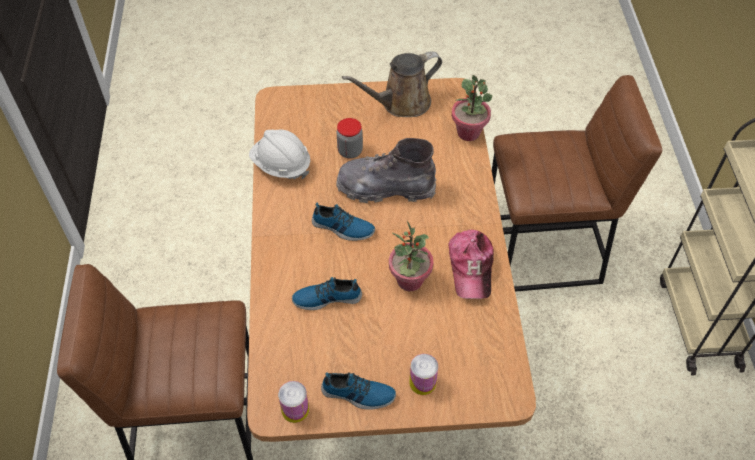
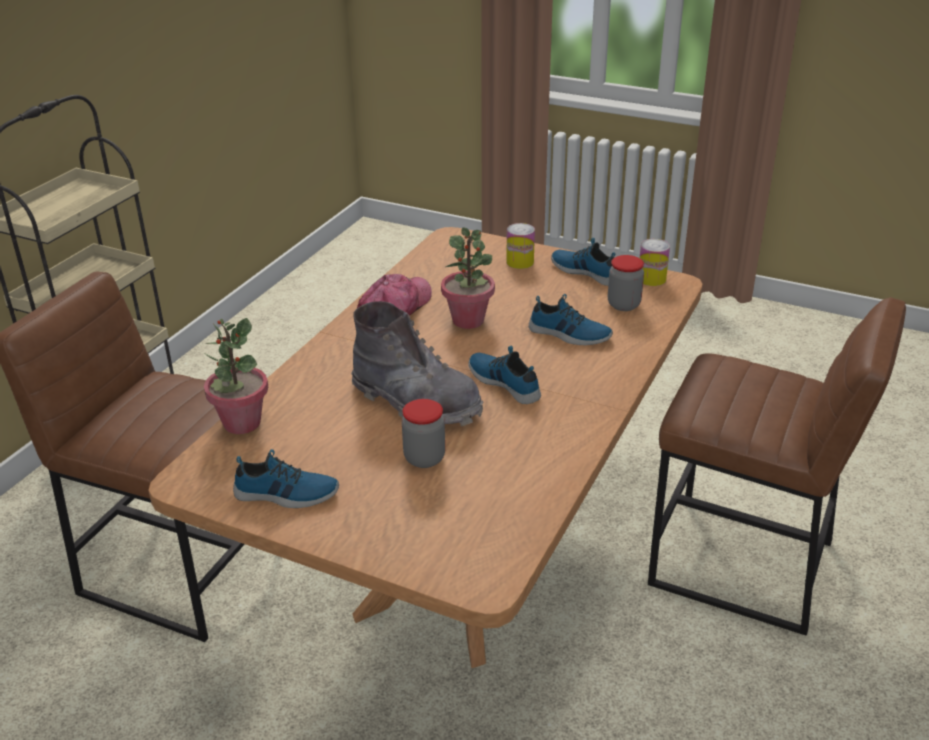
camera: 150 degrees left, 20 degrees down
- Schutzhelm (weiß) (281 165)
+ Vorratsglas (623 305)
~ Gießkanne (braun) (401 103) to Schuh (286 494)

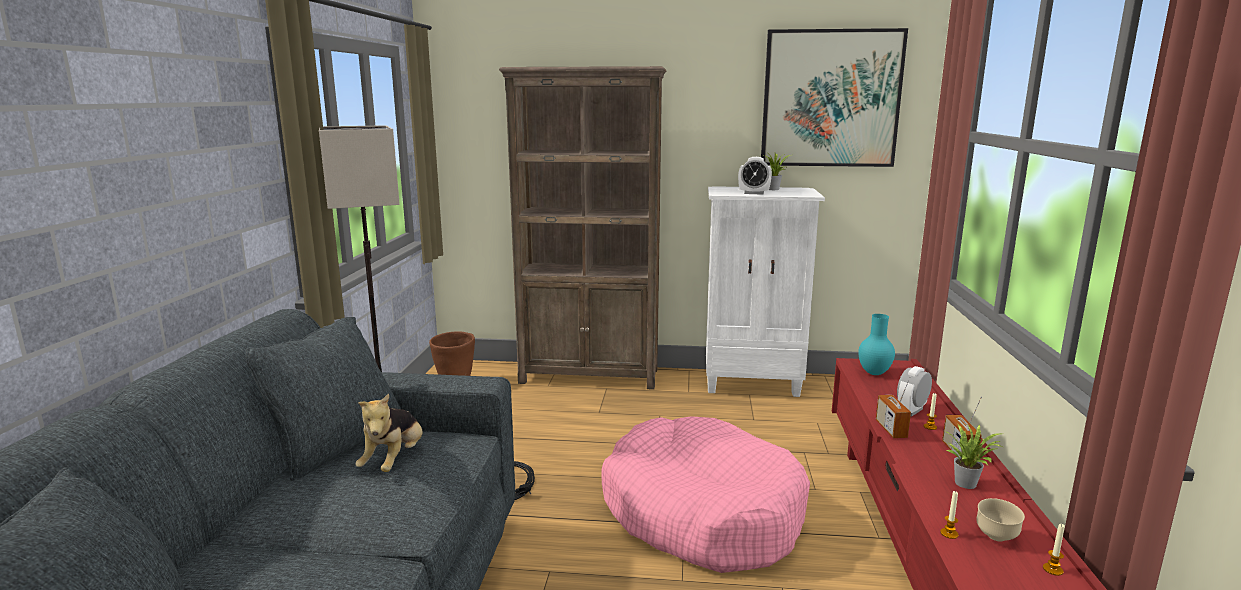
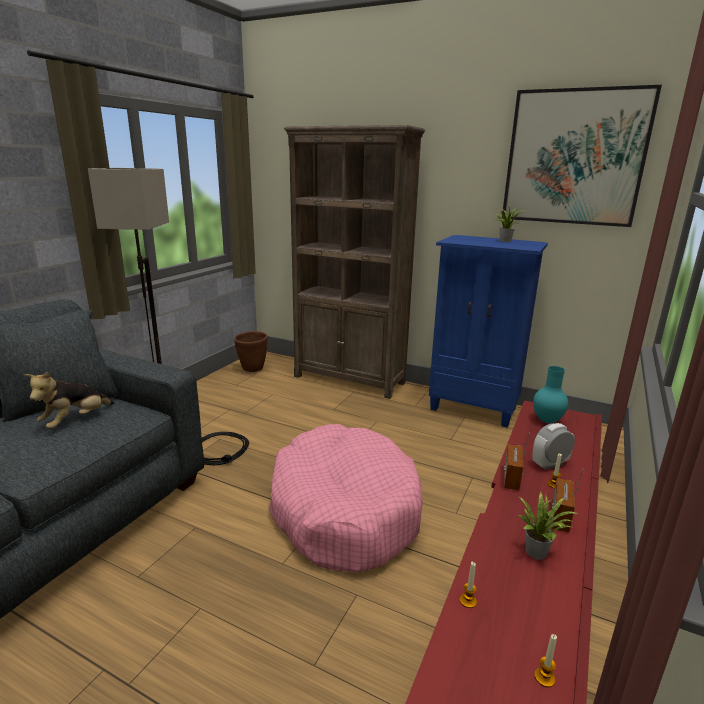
camera: 20 degrees right, 5 degrees up
- Wecker (754 193)
- Schüssel (beige) (996 538)
~ Schrank (weiß) (752 385) to Schrank (blau) (473 410)

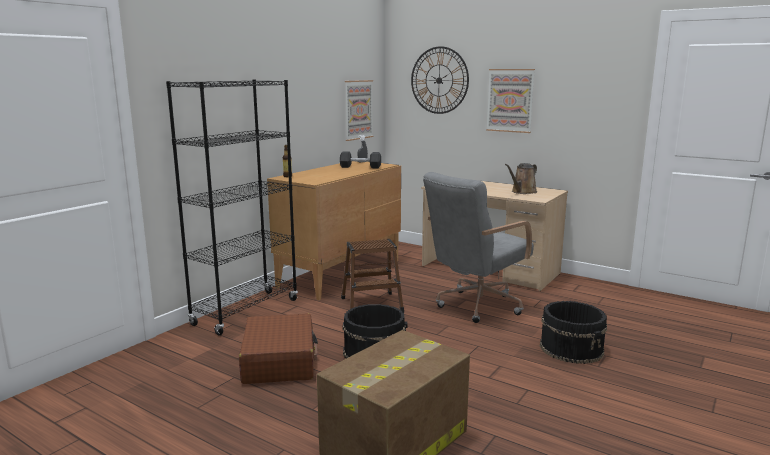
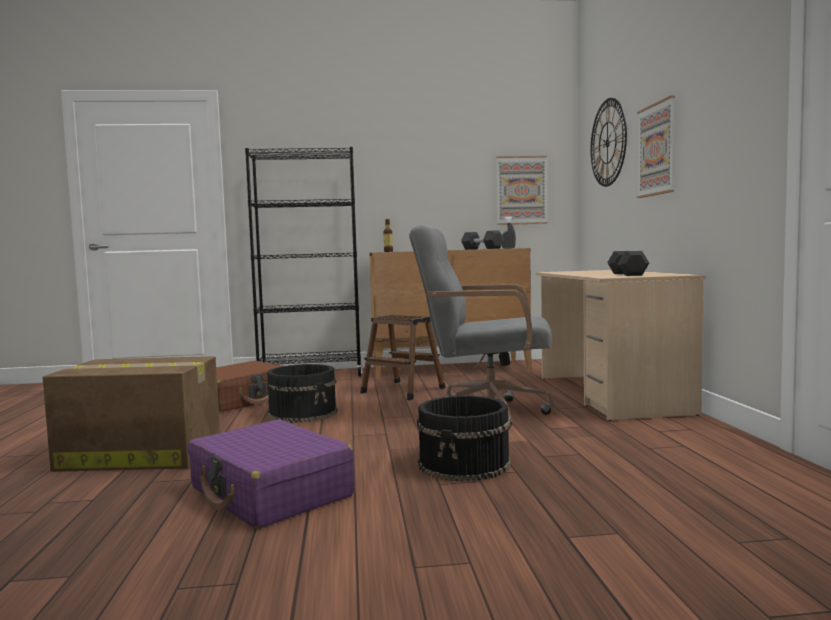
camera: 50 degrees right, 10 degrees down
+ Koffer (lila) (271 492)
~ Gießkanne (braun) (522 192) to Hantel (schwarz) (627 274)

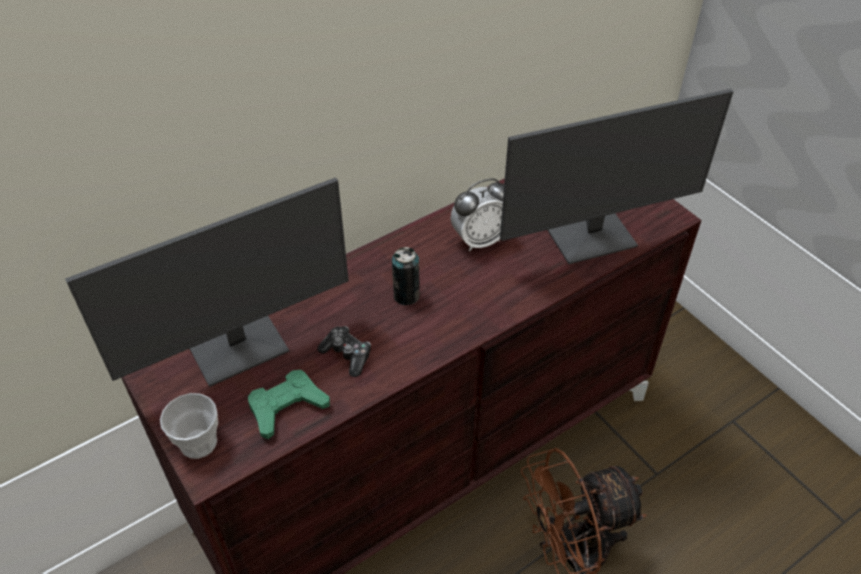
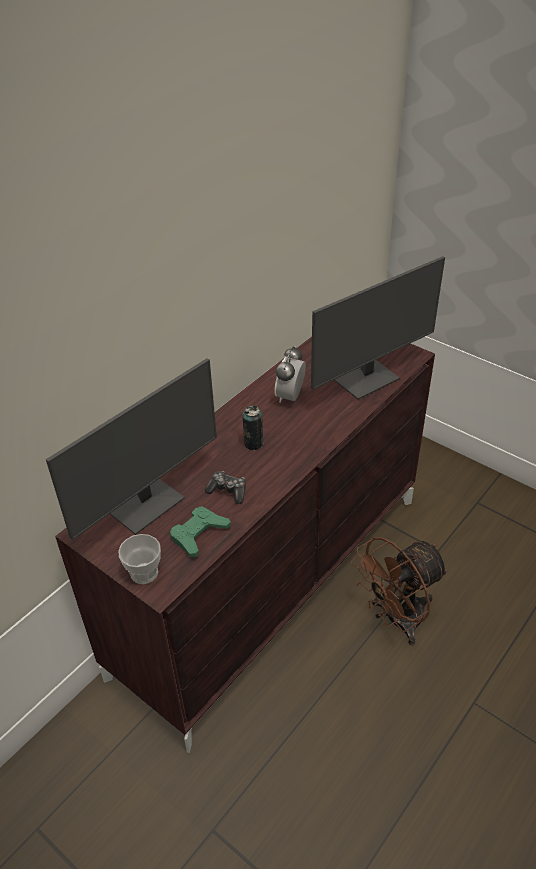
camera: 15 degrees left, 5 degrees down
~ Wecker (479 240) = (290 396) 150 degrees clockwise

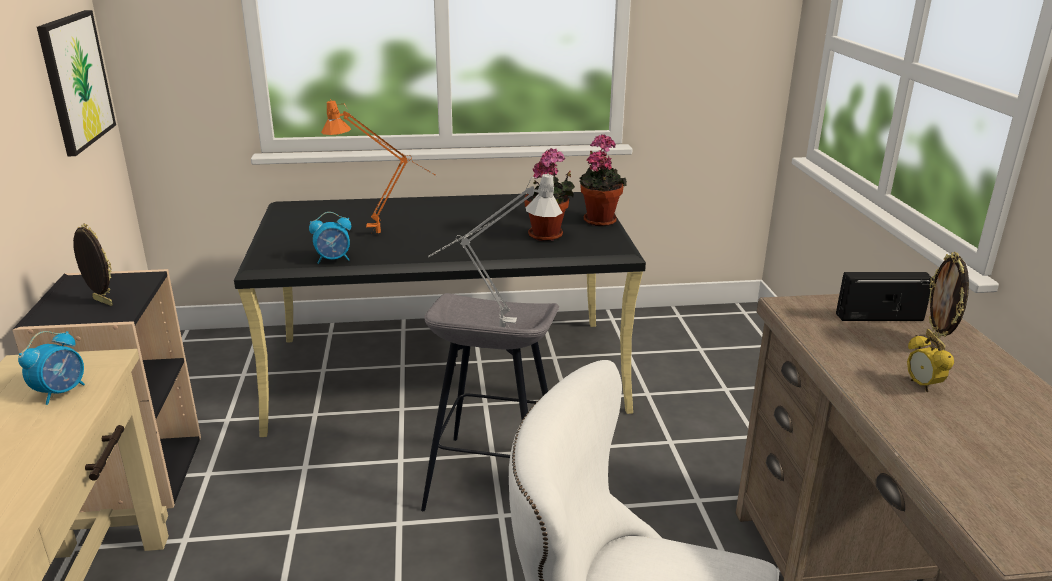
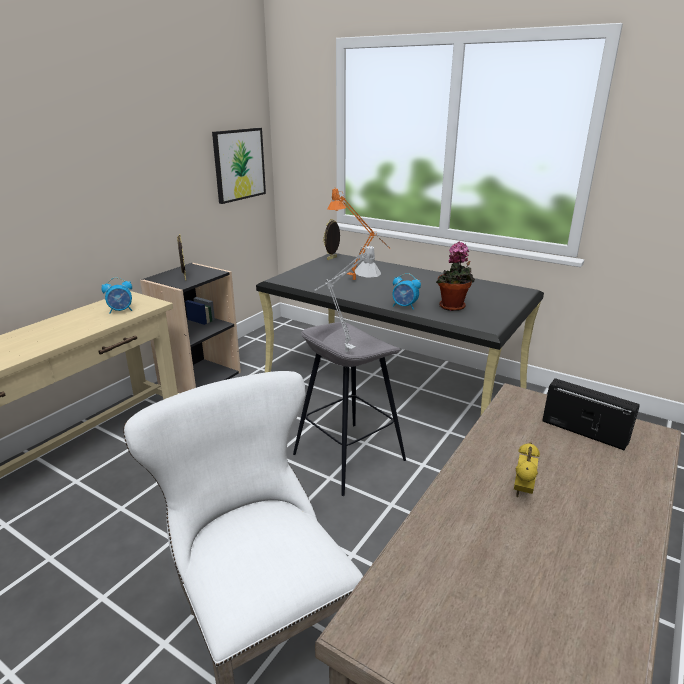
camera: 40 degrees right, 0 degrees up
- Topfpflanze (599 220)
~ Wecker (333 260) to (404 306)
~ Bilderrahmen (936 343) to (332 258)

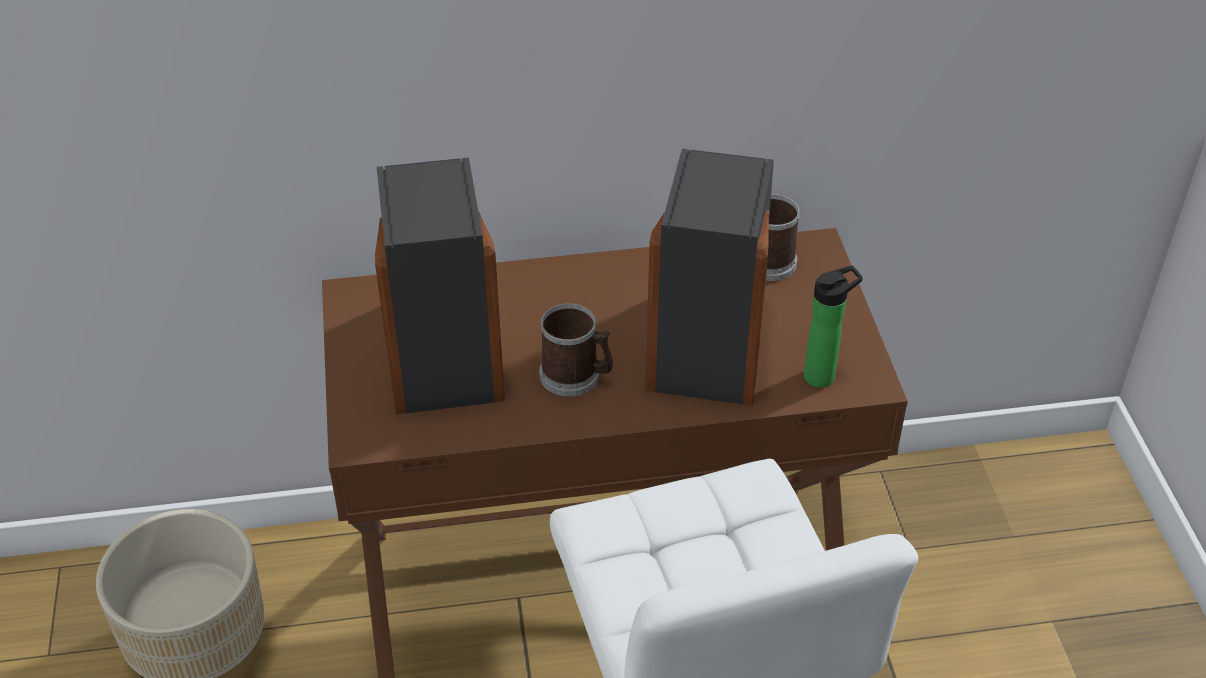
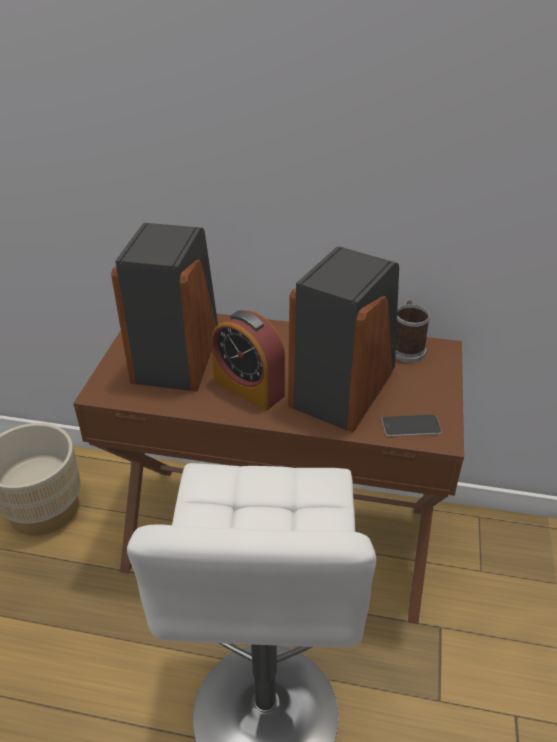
camera: 20 degrees right, 5 degrees down
~ Henkelbecher (576 376) to Wecker (249 388)
~ Flasche (823 375) to Handy (411 426)

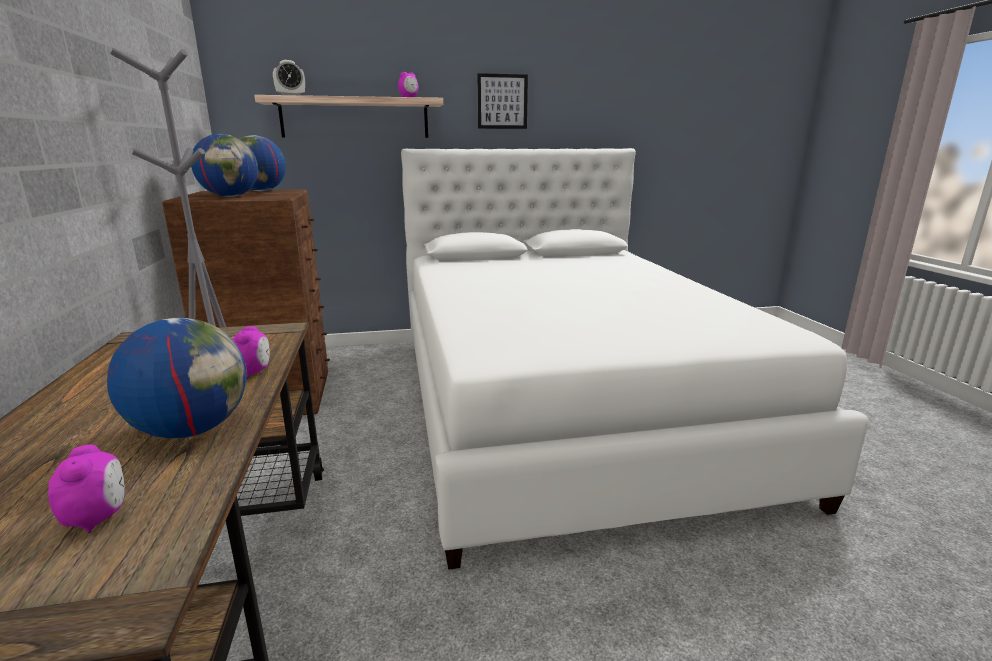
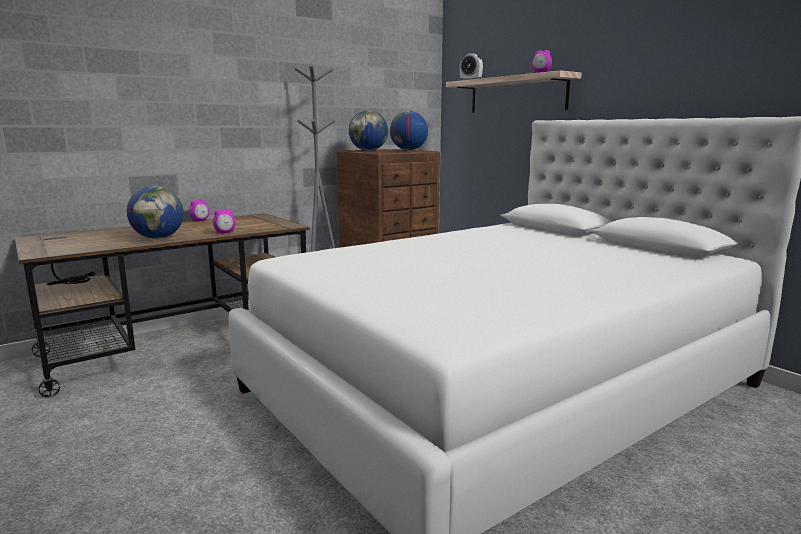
camera: 65 degrees right, 5 degrees down
- Bild (502 101)
~ Wecker (98 518) to (200 221)

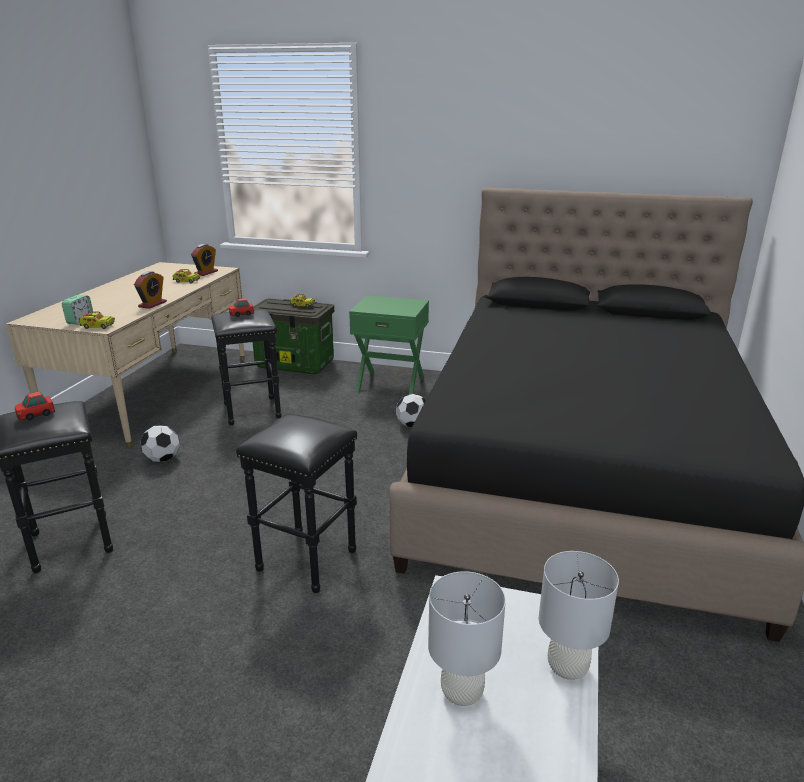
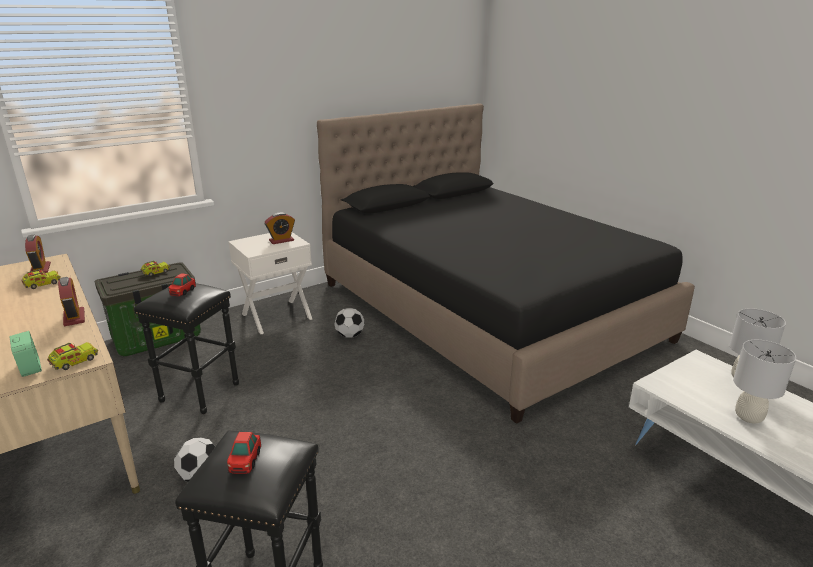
camera: 50 degrees left, 0 degrees up
- Hocker (schwarz) (309 559)
+ Wecker (281 240)
~ Nachttisch (grün) (391 384) to Nachttisch (weiß) (276 316)

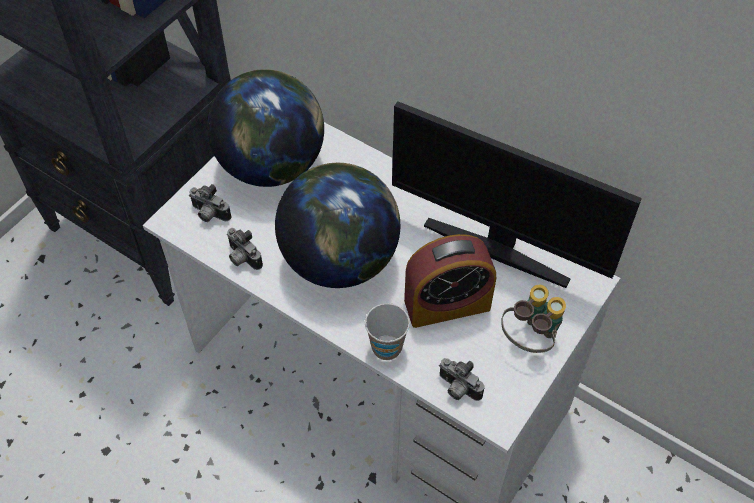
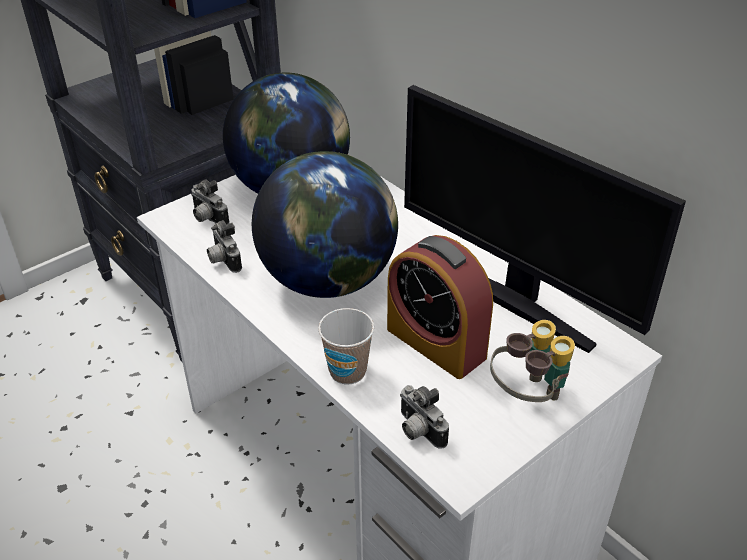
camera: 15 degrees right, 15 degrees down
~ Wecker (447 304) = (436 343) 45 degrees clockwise

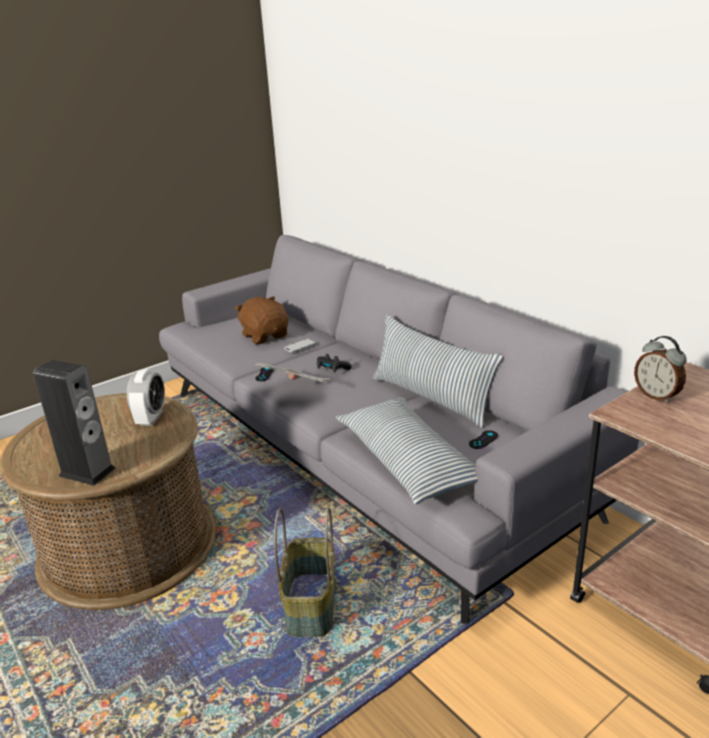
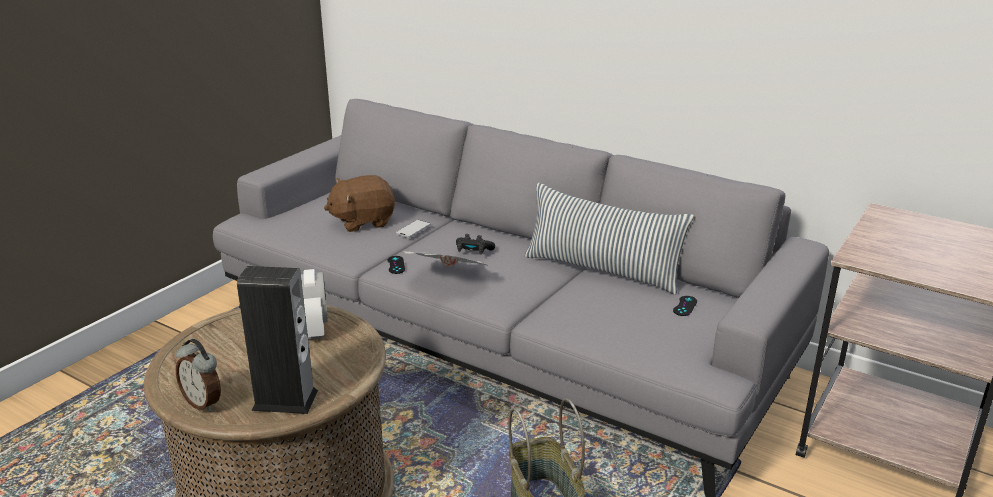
camera: 20 degrees left, 0 degrees up
- Kissen (408 461)
~ Wecker (656 396) to (203 402)
~ Plüschtier (braun) (265 336) = (362 221) 60 degrees counterclockwise

